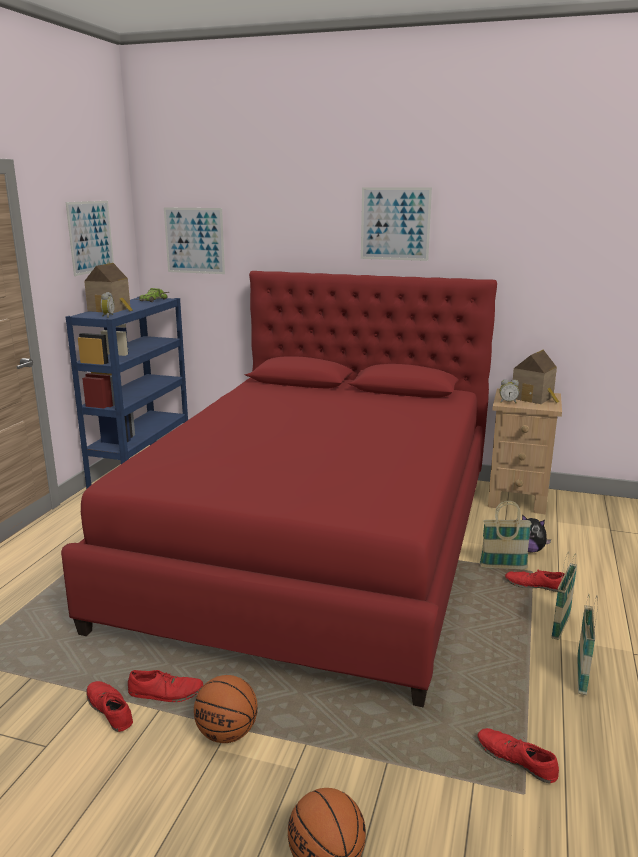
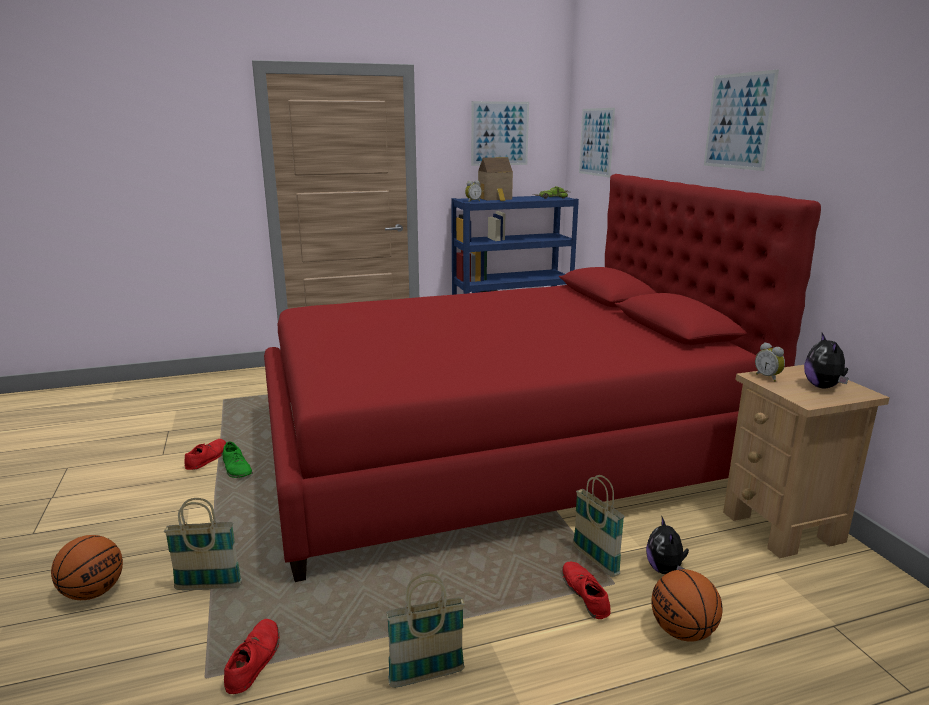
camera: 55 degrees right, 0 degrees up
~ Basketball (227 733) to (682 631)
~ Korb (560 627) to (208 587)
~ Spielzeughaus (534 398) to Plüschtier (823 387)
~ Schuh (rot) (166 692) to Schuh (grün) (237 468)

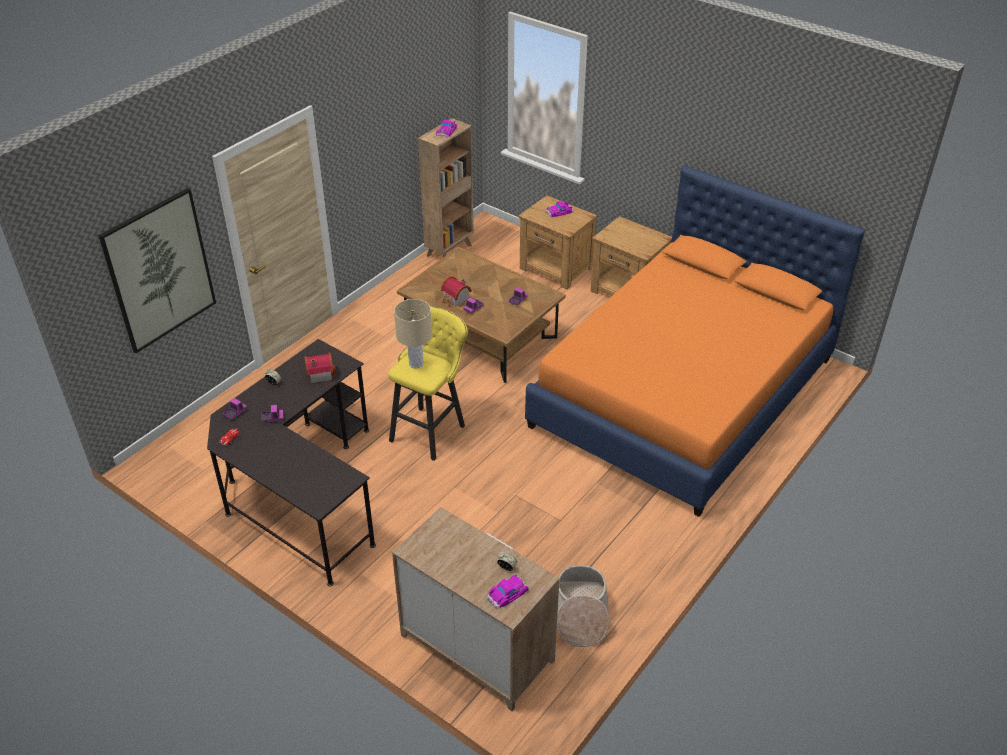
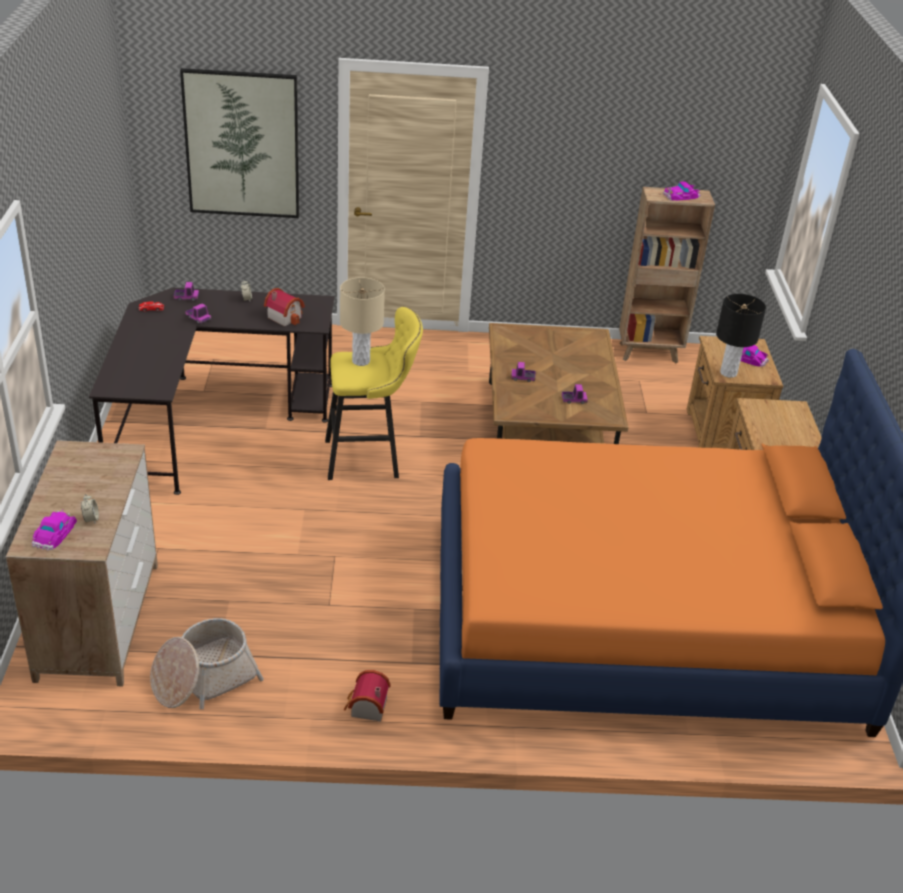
camera: 50 degrees right, 5 degrees down
+ Tischlampe (schwarz) (728 373)
~ Spielzeughaus (455 299) to (366 708)
~ Spielzeugauto (507 593) = (54 533) 90 degrees counterclockwise

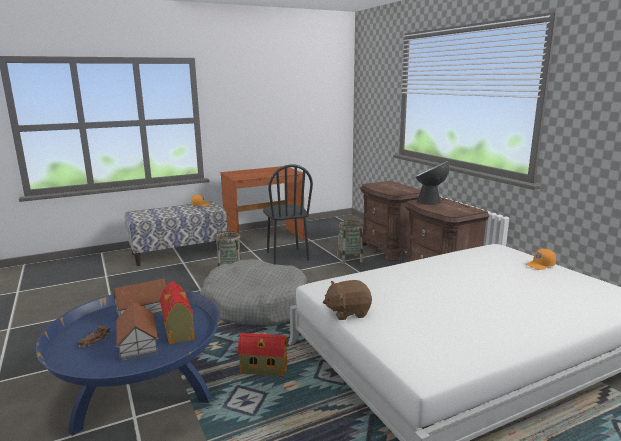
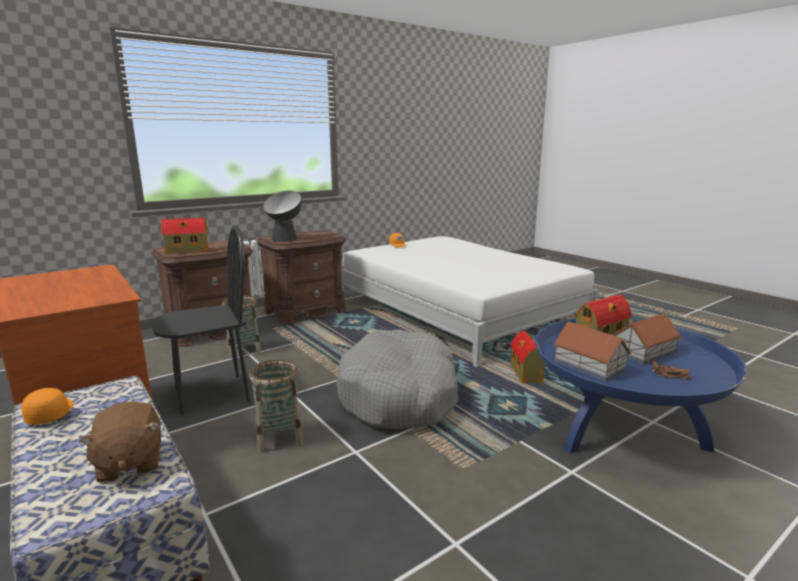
camera: 100 degrees left, 0 degrees up
+ Spielzeughaus (186 251)
~ Plüschtier (braun) (347 312) to (129 463)

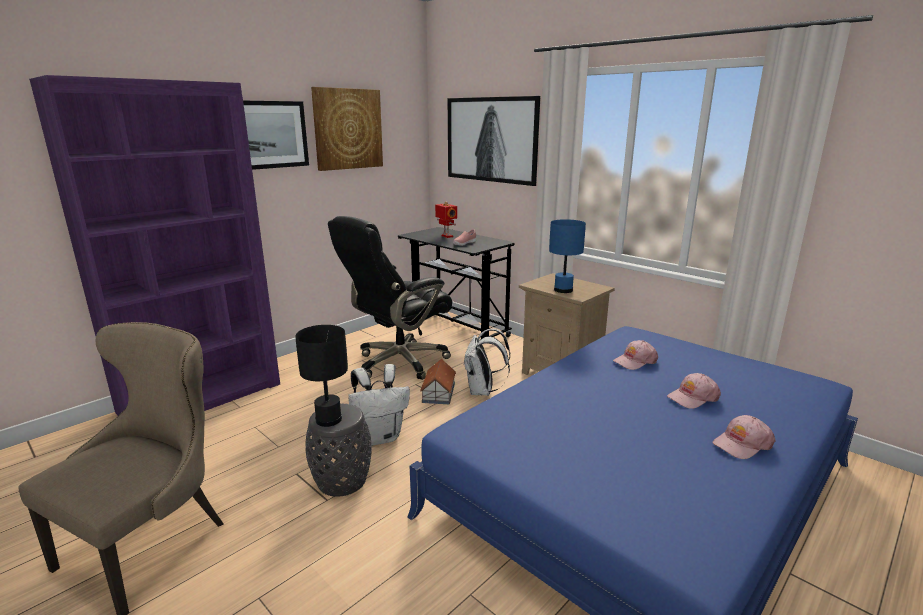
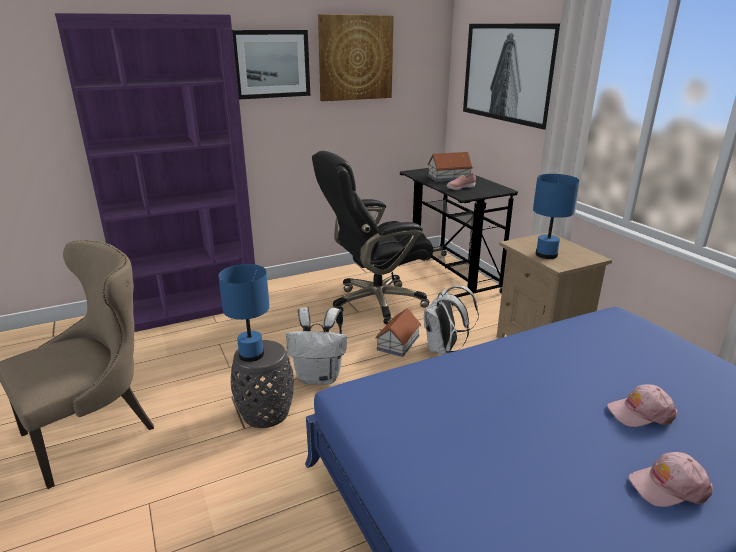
camera: 20 degrees right, 5 degrees up
- Kappe (rosa) (635 361)
~ Spielzeugroboter (446 236) to Spielzeughaus (448 177)
~ Tischlampe (schwarz) (329 419) to Tischlampe (blau) (252 355)

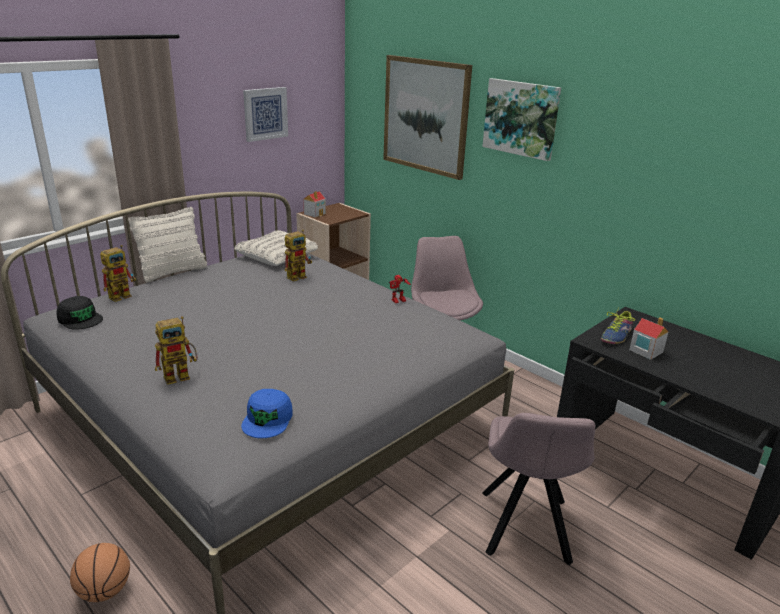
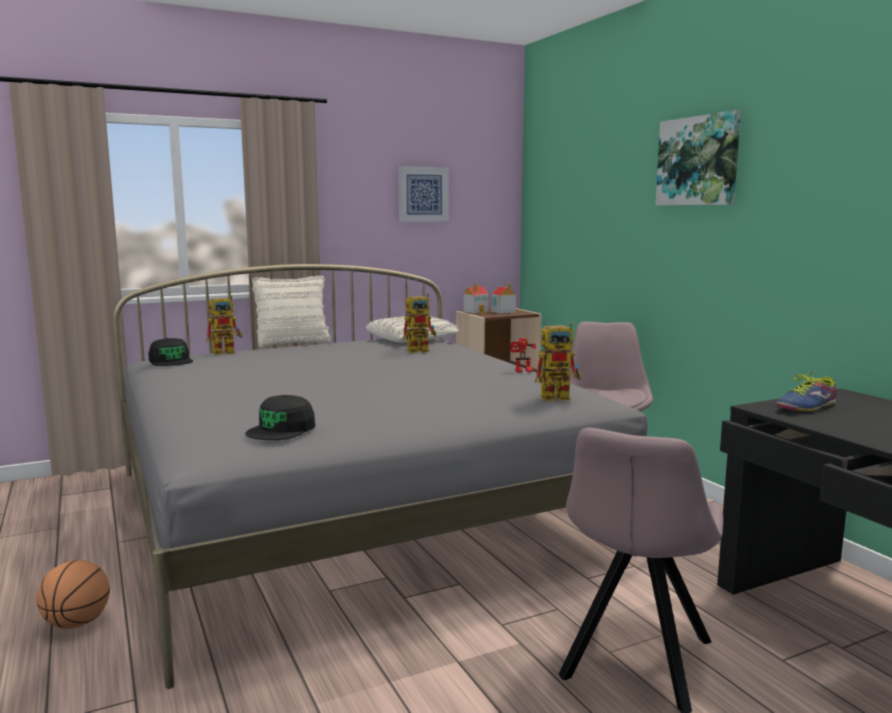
camera: 20 degrees right, 15 degrees down
- Bild (425 116)
~ Spielzeugroboter (182 375) to (560 397)
~ Spielzeughaus (645 351) to (503 311)
~ Kappe (blau) (268 419) to Kappe (schwarz) (282 429)

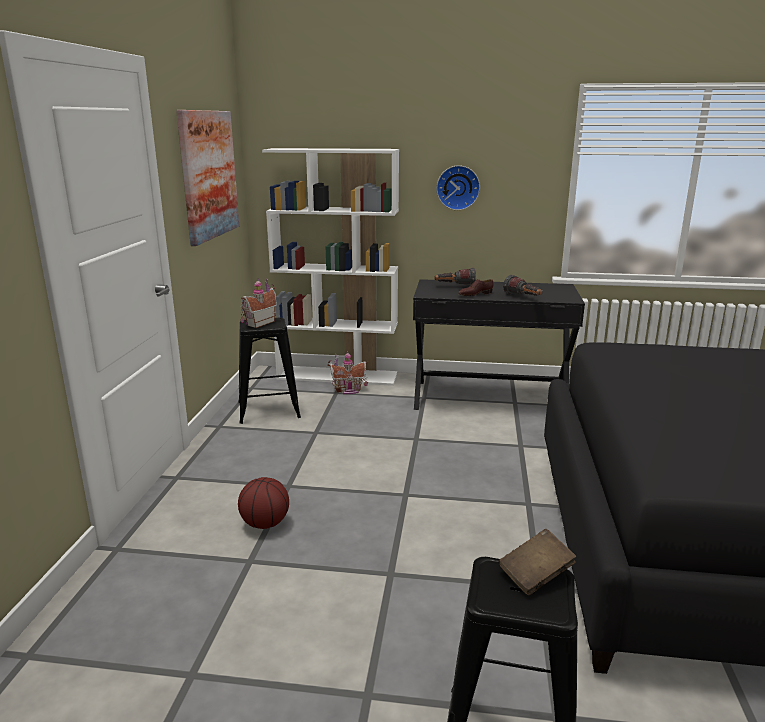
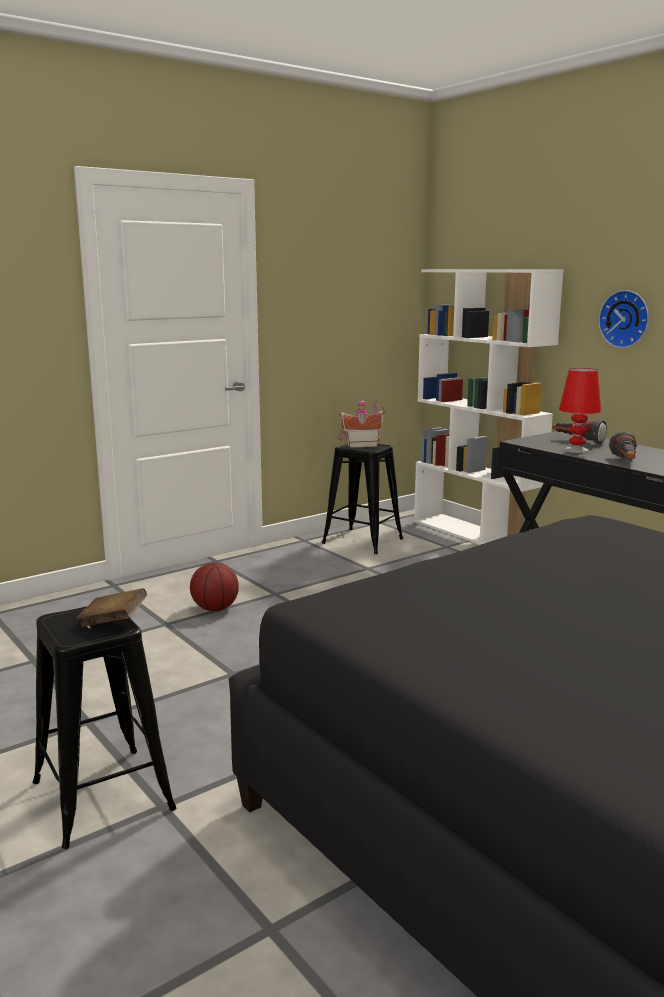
camera: 45 degrees right, 5 degrees down
- Bild (208 175)
- Spielzeughaus (348 390)
~ Schuh (braun) (475 294) to Tischlampe (rot) (576 450)

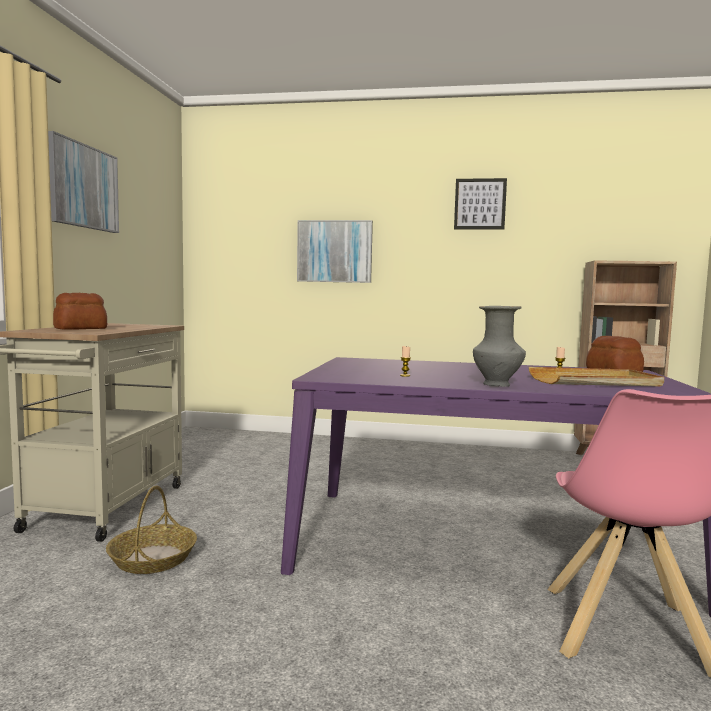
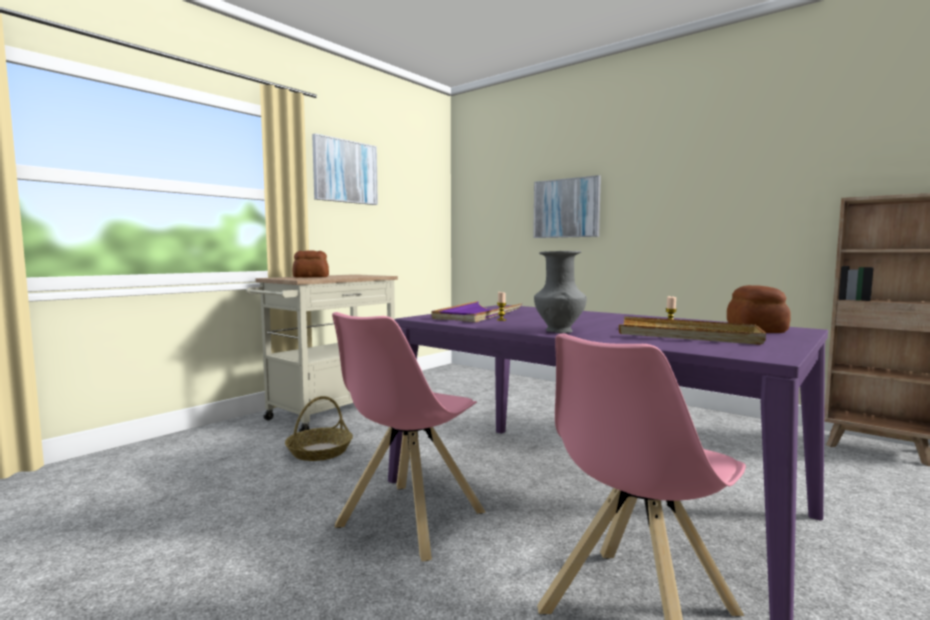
camera: 30 degrees right, 0 degrees up
- Bild (480 204)
+ Stuhl (rosa) (408 520)
+ Tablett (lila) (477 315)

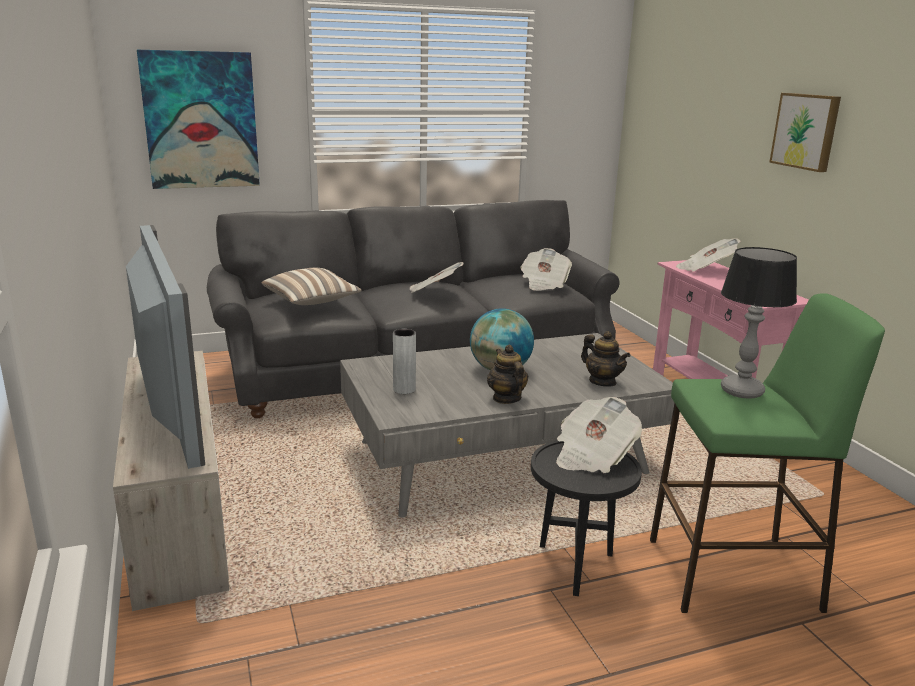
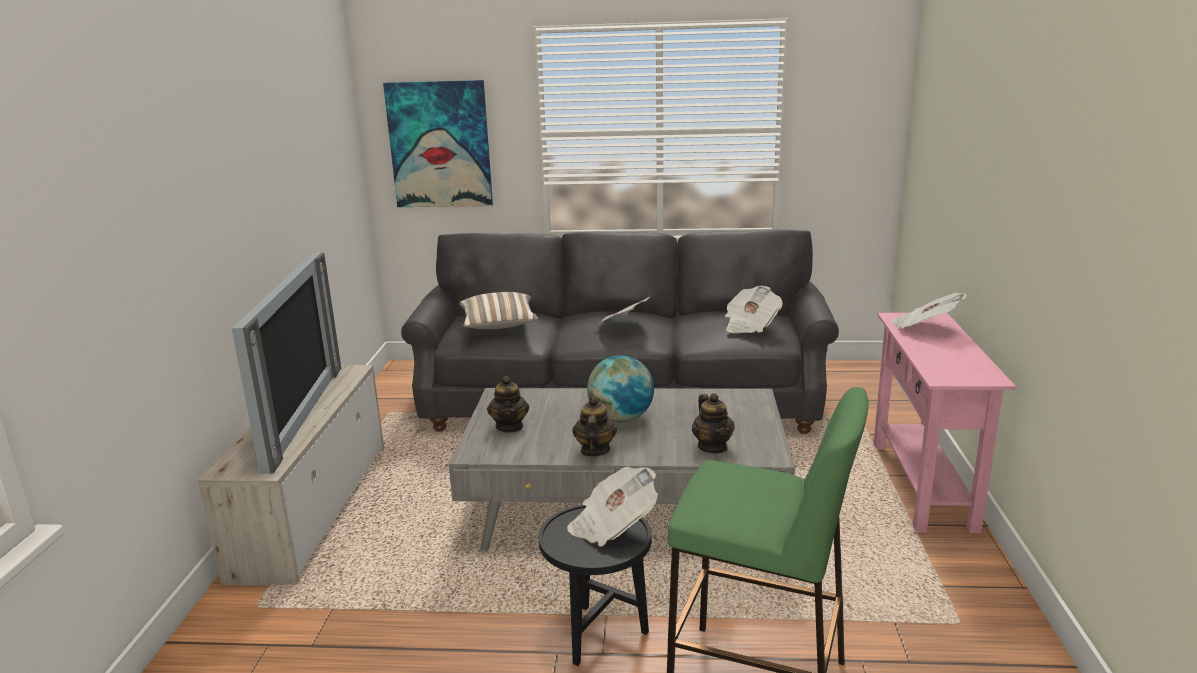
camera: 25 degrees right, 0 degrees up
- Tischlampe (742 391)
- Bild (806 131)
~ Vase (grau) (404 389) to Teekanne (510 426)

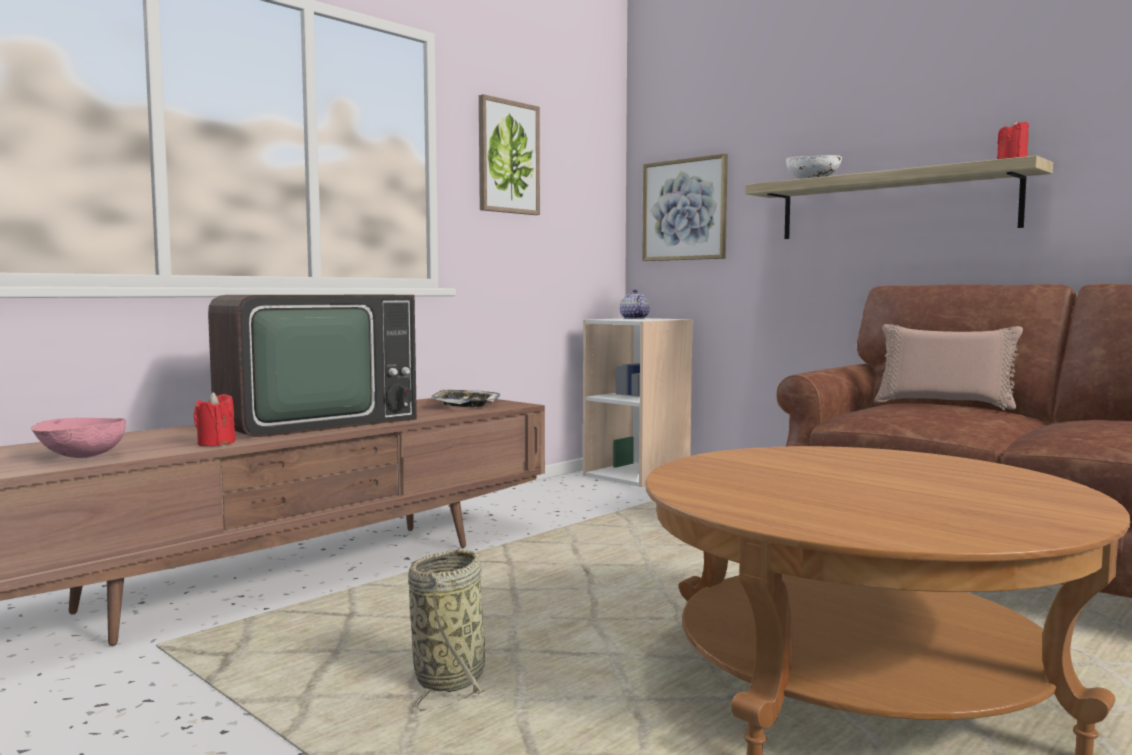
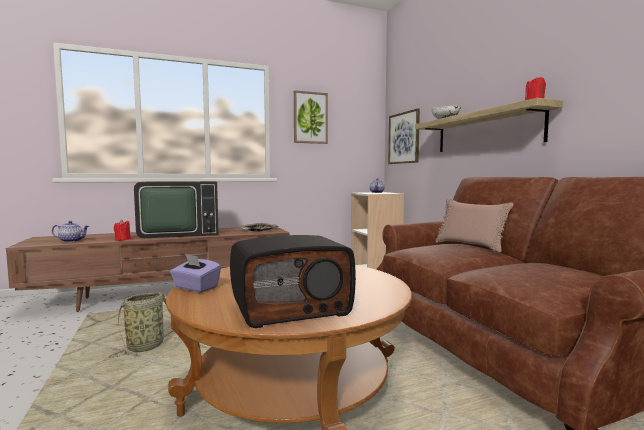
camera: 25 degrees right, 0 degrees up
+ Taschentuchbox (lila) (195 288)
+ Radio (291 308)
~ Schüssel (rosa) (80 457) to Teekanne (72 241)

